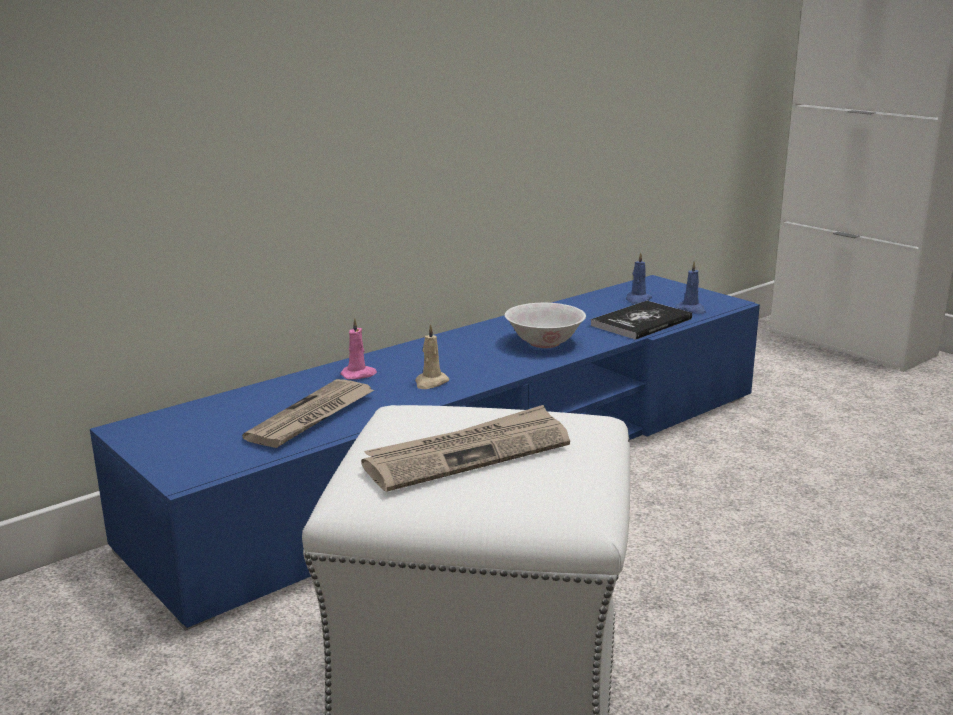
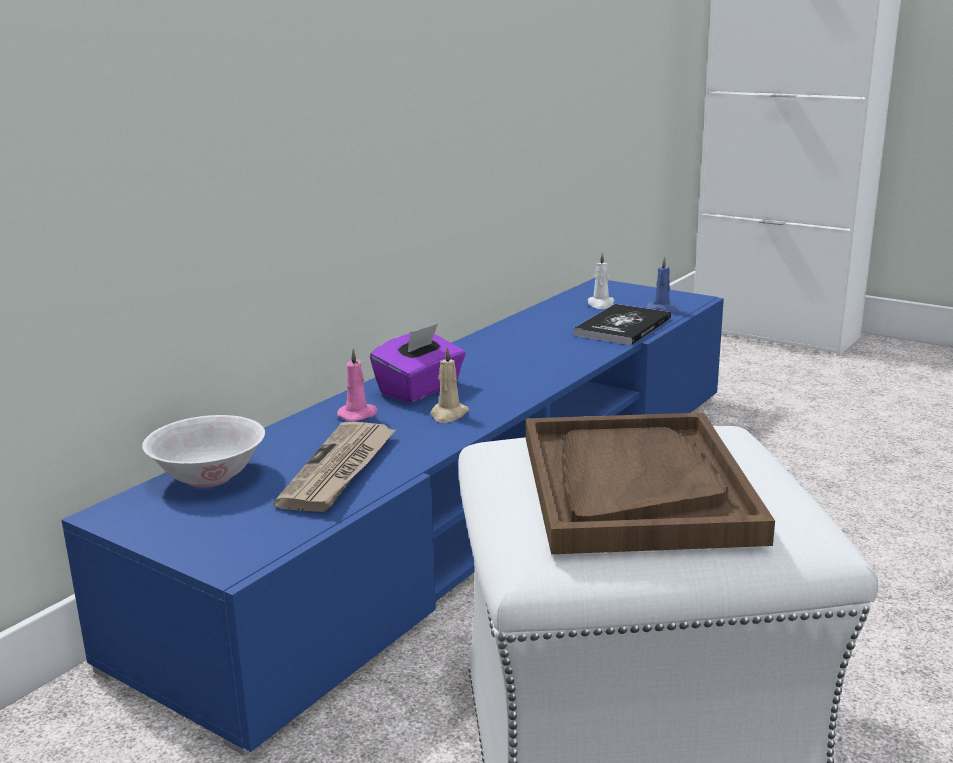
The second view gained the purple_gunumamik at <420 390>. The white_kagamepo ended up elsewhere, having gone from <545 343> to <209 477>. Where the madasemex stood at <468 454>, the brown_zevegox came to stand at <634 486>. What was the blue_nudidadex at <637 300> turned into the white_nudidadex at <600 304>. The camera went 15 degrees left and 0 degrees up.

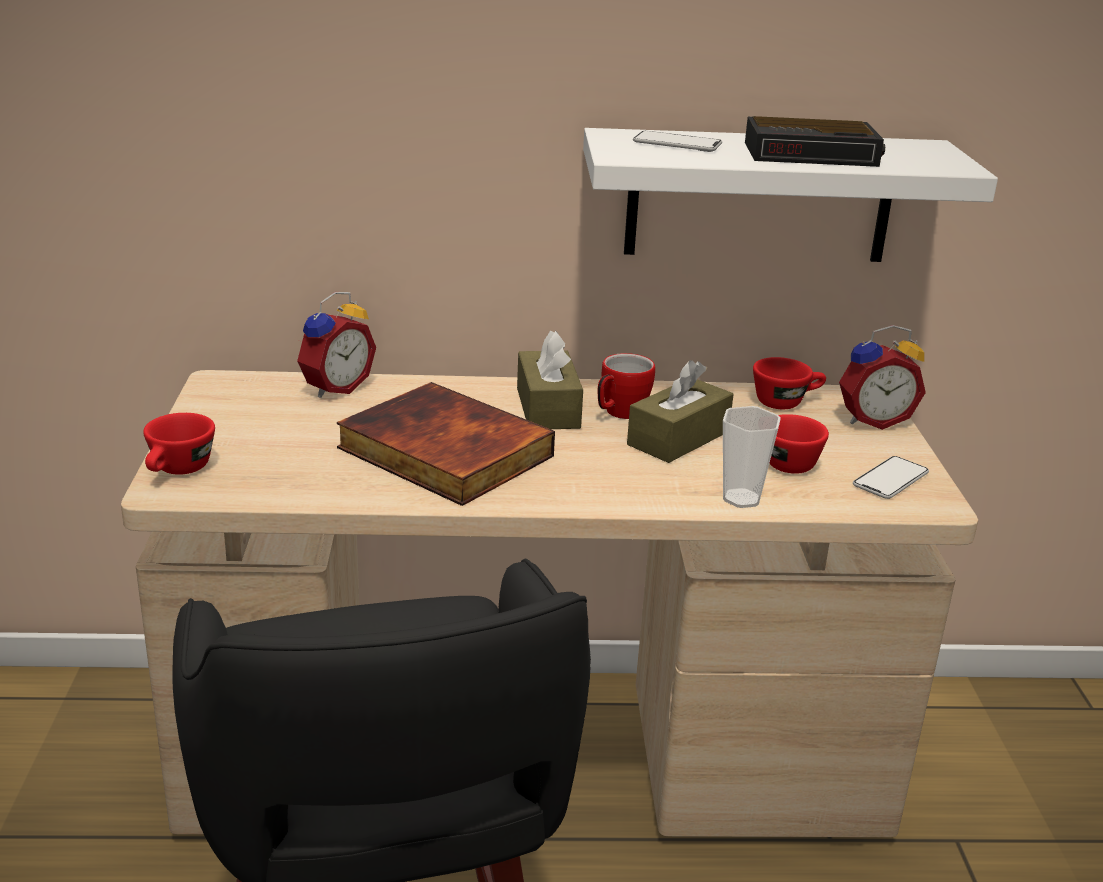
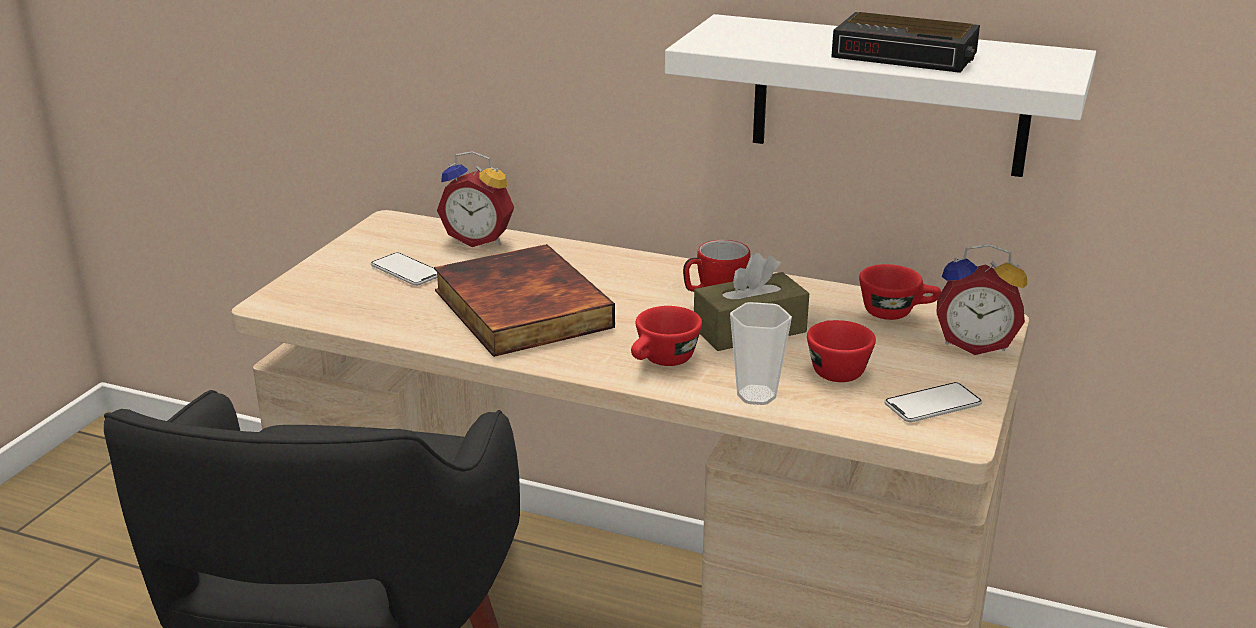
The second view lost the brown_gunumamik at <548 408>. The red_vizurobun ended up elsewhere, having gone from <178 471> to <662 361>. The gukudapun ended up elsewhere, having gone from <677 143> to <406 271>. The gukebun at <334 388> ended up facing another way, 45 degrees clockwise from before. The camera went 25 degrees right and 0 degrees up.

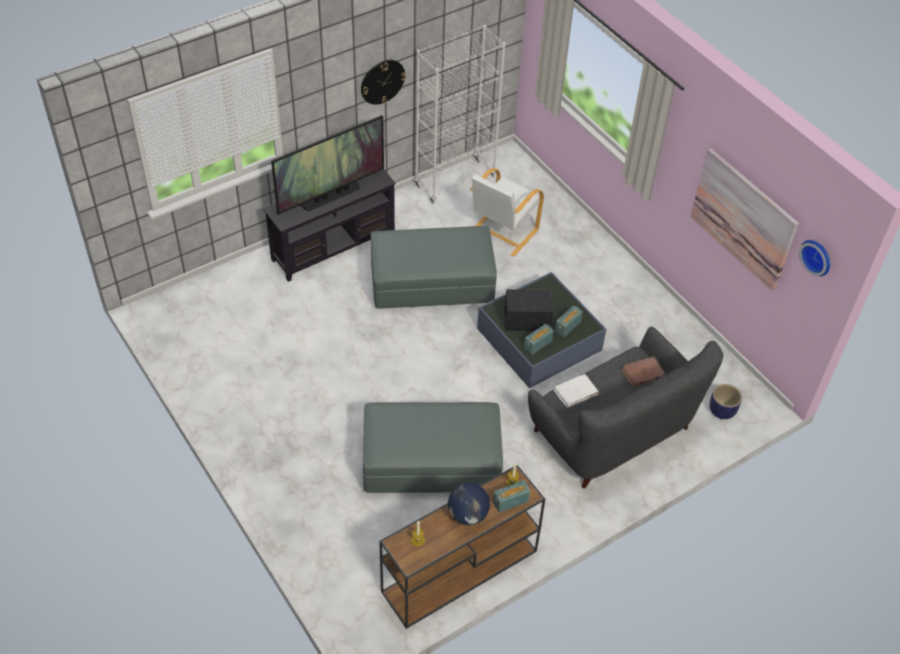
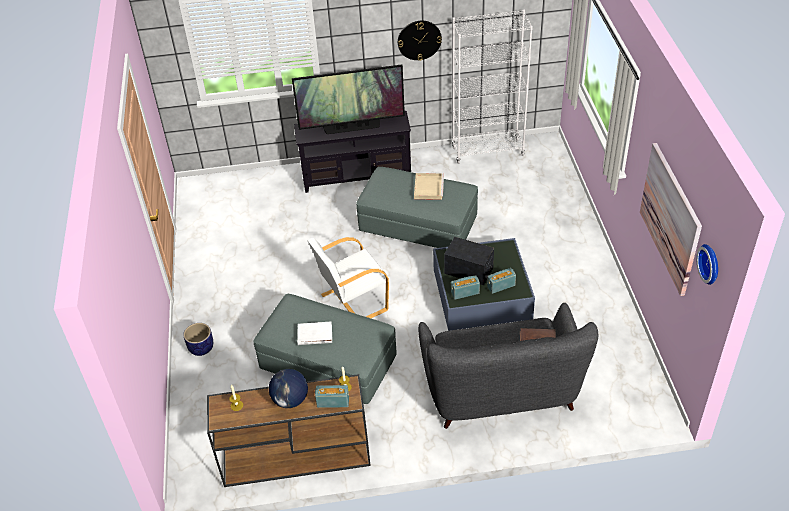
The second view gained the beige_zevegox at <428 187>. The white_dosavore ended up elsewhere, having gone from <502 232> to <353 302>. The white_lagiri ended up elsewhere, having gone from <575 392> to <314 335>. The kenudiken ended up elsewhere, having gone from <721 411> to <201 348>. The camera went 30 degrees right and 5 degrees down.

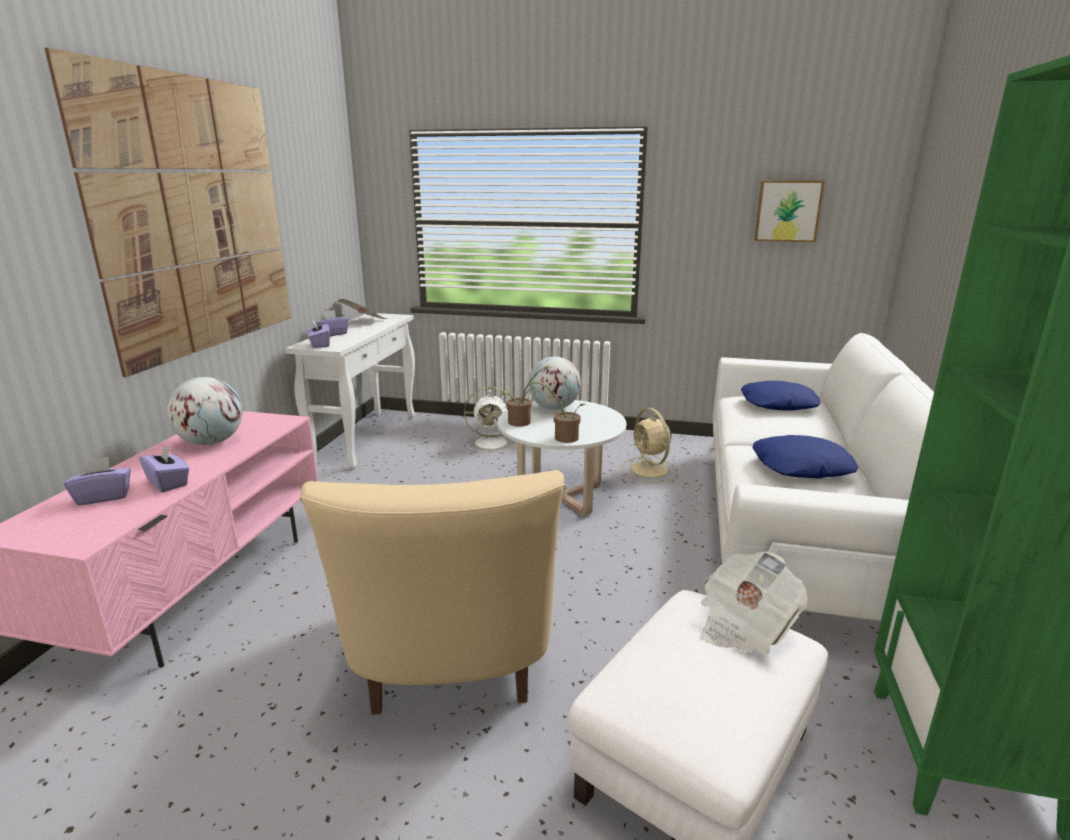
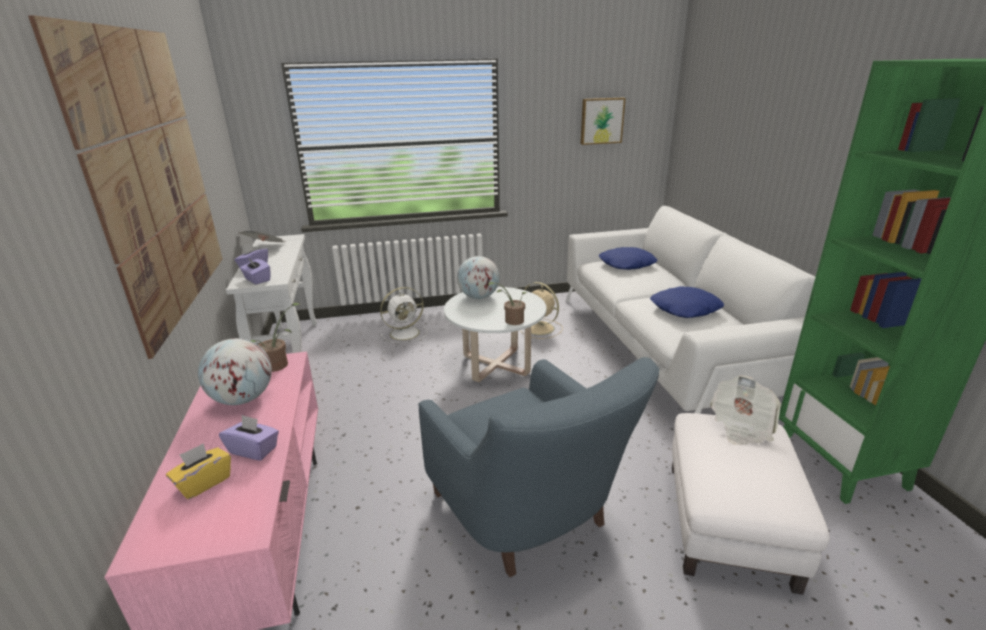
The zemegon ended up elsewhere, having gone from <523 422> to <279 364>. What was the purple_gunumamik at <104 497> turned into the yellow_gunumamik at <204 482>. What was the beige_dosavore at <450 662> turned into the blue_dosavore at <530 517>. The camera went 25 degrees left and 5 degrees up.

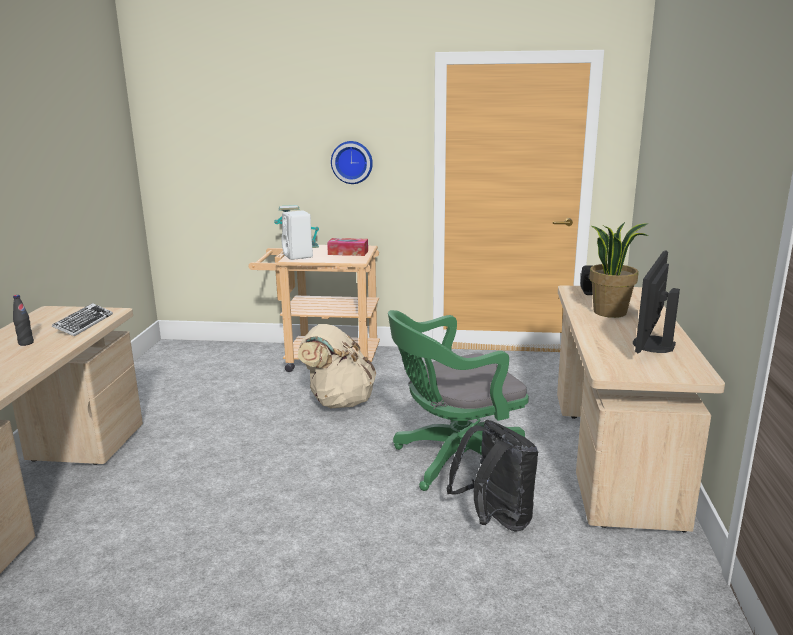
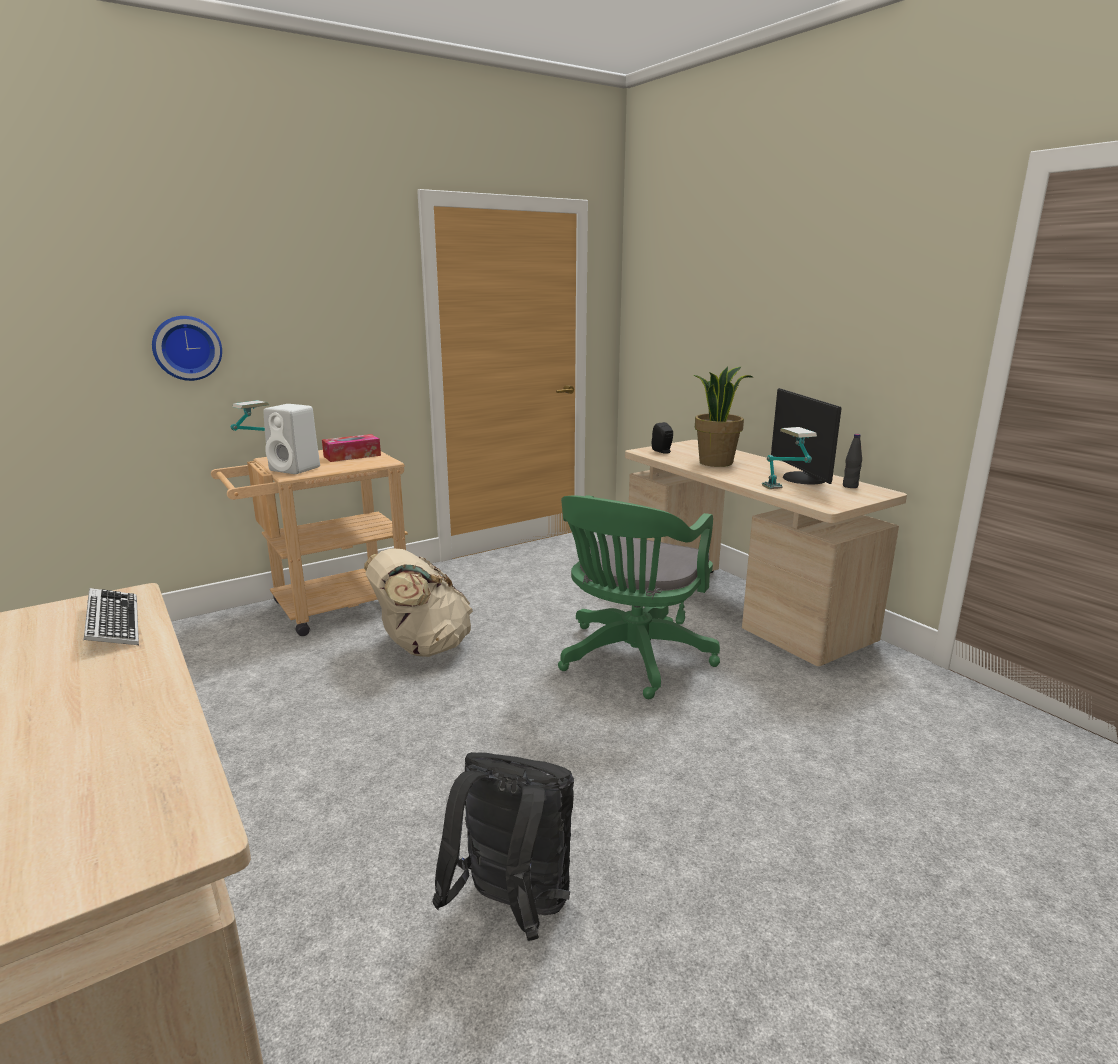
The second view gained the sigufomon at <785 493>. The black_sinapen ended up elsewhere, having gone from <26 343> to <850 486>. The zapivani ended up elsewhere, having gone from <352 162> to <186 348>. The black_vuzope ended up elsewhere, having gone from <495 520> to <512 908>. The camera went 40 degrees left and 0 degrees up.

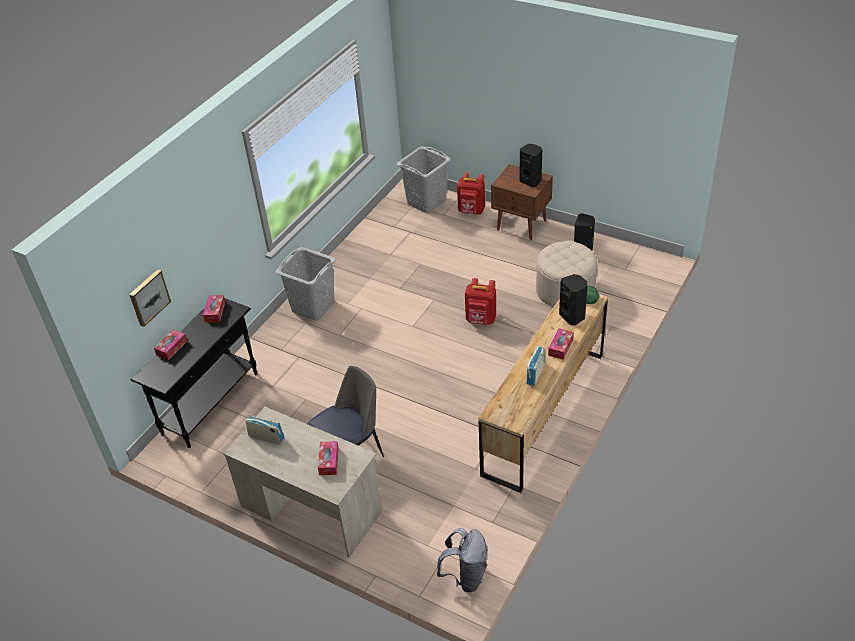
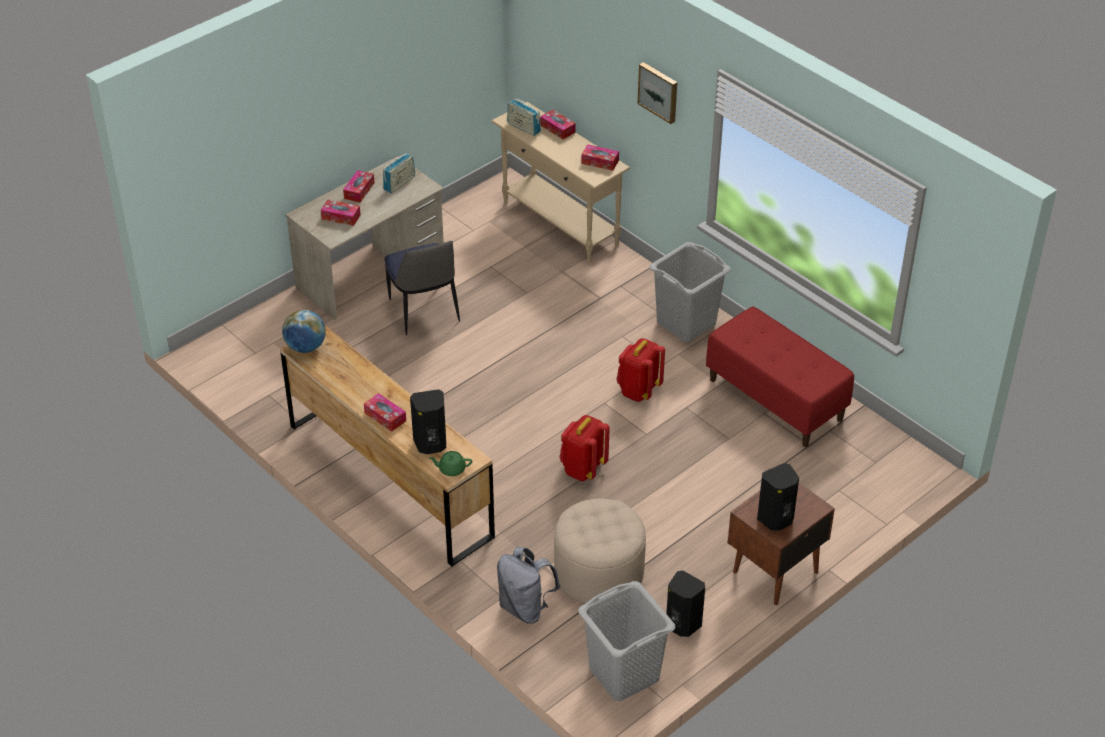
The second view gained the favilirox at <306 347>. The second view gained the gunumamik at <359 190>. The second view gained the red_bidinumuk at <776 399>. The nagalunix ended up elsewhere, having gone from <148 297> to <659 92>. The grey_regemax ended up elsewhere, having gone from <427 202> to <623 674>. The grey_vuzope ended up elsewhere, having gone from <466 576> to <525 607>. The red_vuzope ended up elsewhere, having gone from <471 211> to <638 390>. The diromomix ended up elsewhere, having gone from <535 374> to <523 127>. What was the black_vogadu at <211 403> turned into the beige_vogadu at <560 224>. The camera went 105 degrees right and 0 degrees up.

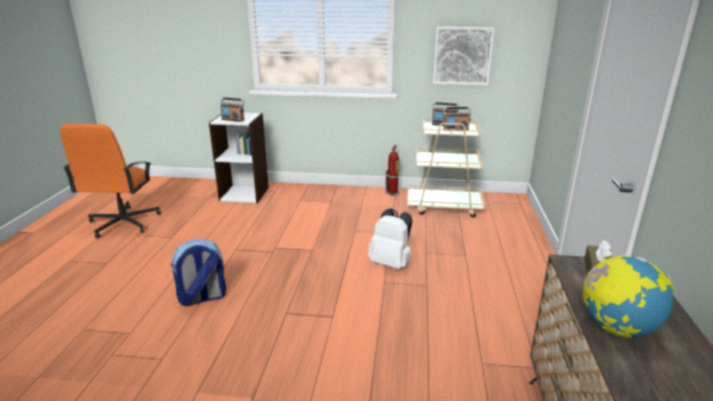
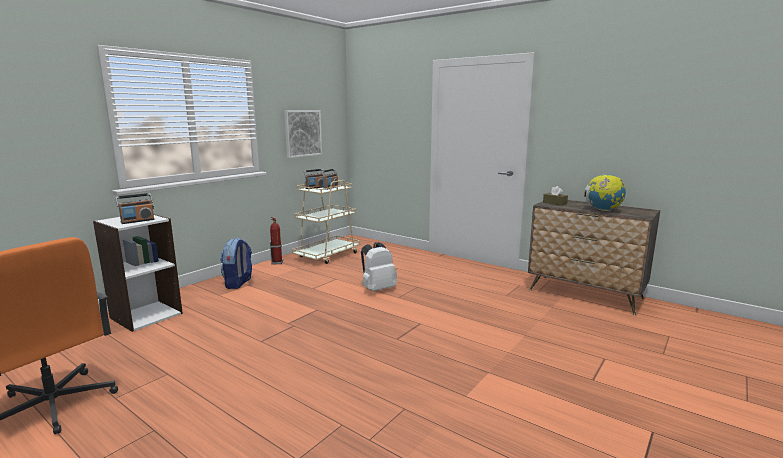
The vuzope ended up elsewhere, having gone from <202 298> to <238 283>. The camera went 60 degrees left and 10 degrees down.

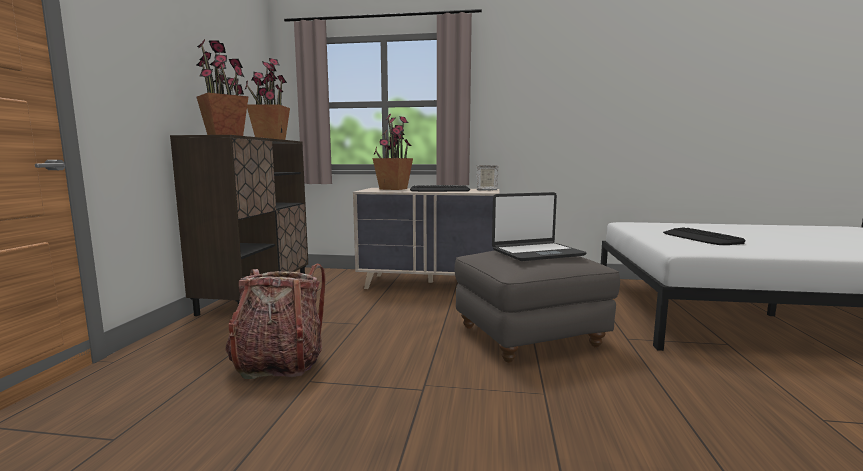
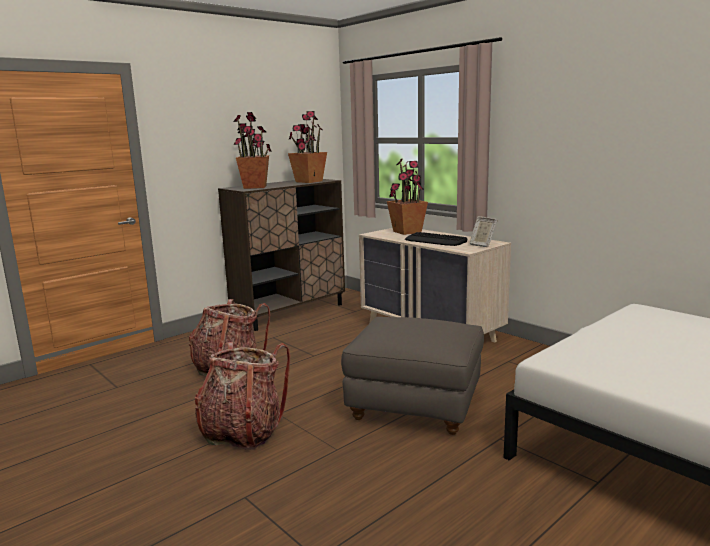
The second view lost the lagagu at <536 253>. The second view lost the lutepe at <701 238>. The second view gained the vuzope at <243 432>. The camera went 40 degrees right and 5 degrees up.

